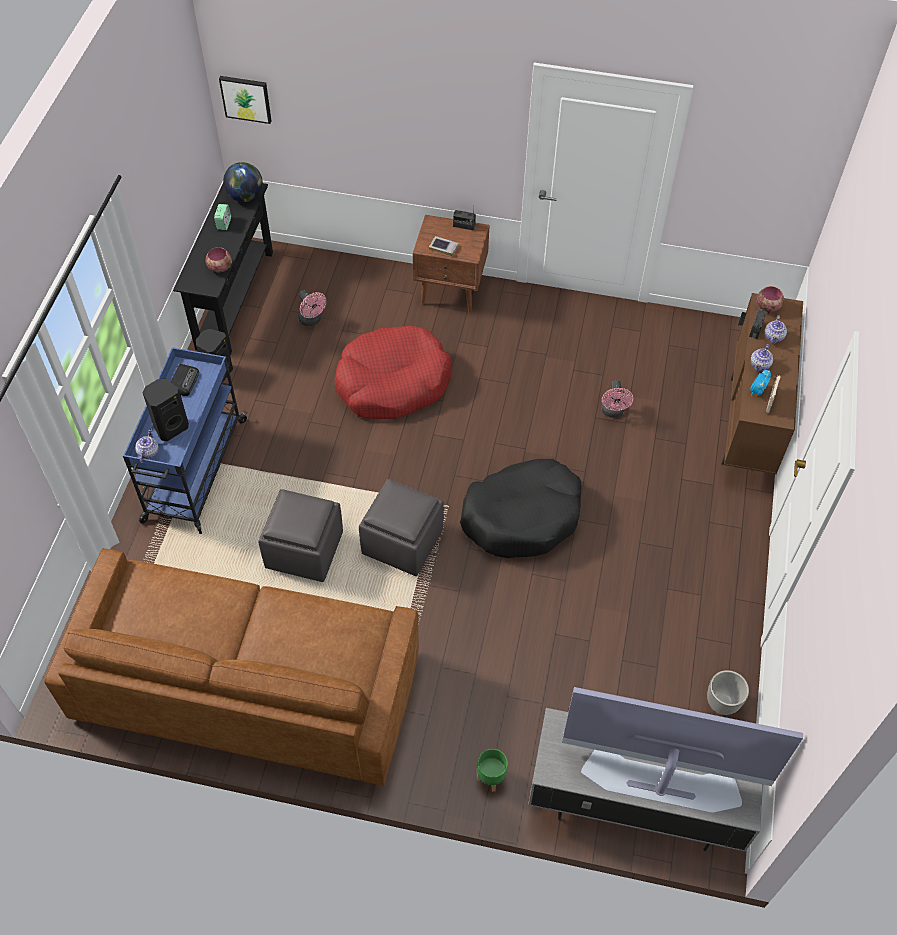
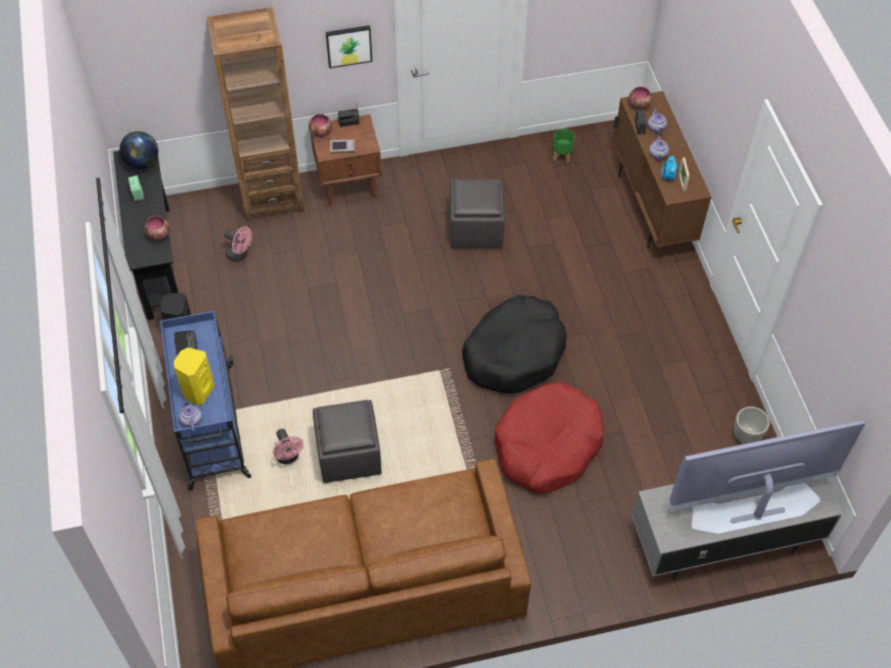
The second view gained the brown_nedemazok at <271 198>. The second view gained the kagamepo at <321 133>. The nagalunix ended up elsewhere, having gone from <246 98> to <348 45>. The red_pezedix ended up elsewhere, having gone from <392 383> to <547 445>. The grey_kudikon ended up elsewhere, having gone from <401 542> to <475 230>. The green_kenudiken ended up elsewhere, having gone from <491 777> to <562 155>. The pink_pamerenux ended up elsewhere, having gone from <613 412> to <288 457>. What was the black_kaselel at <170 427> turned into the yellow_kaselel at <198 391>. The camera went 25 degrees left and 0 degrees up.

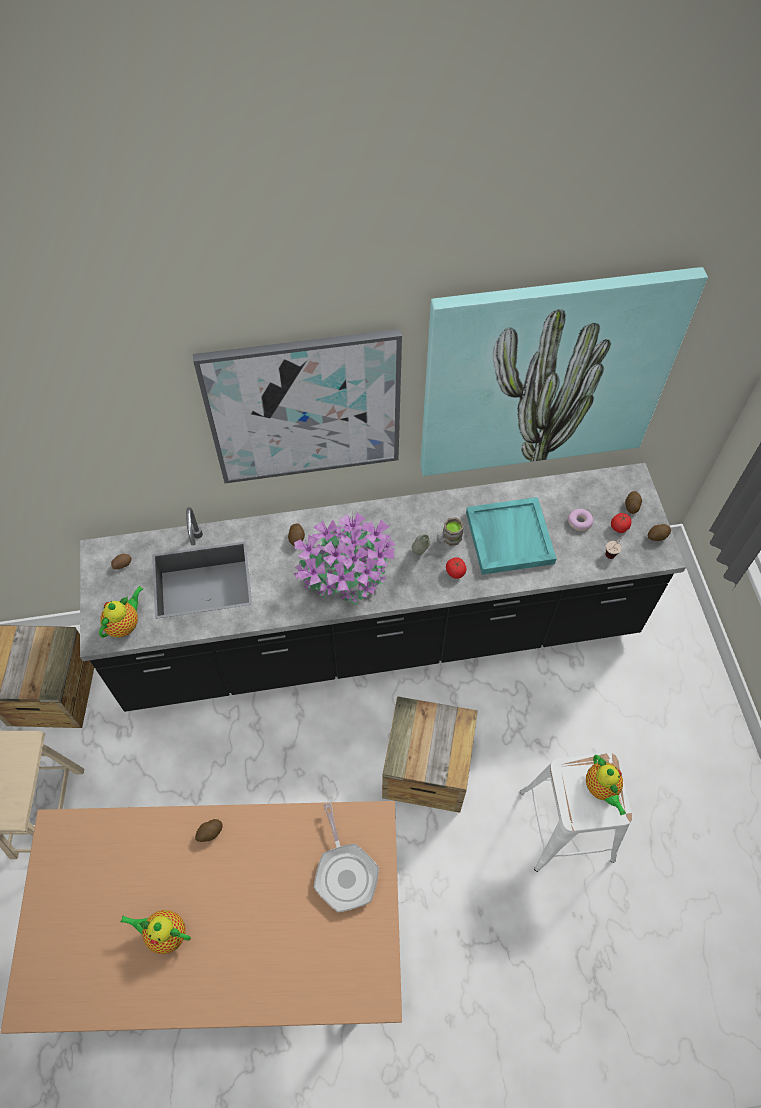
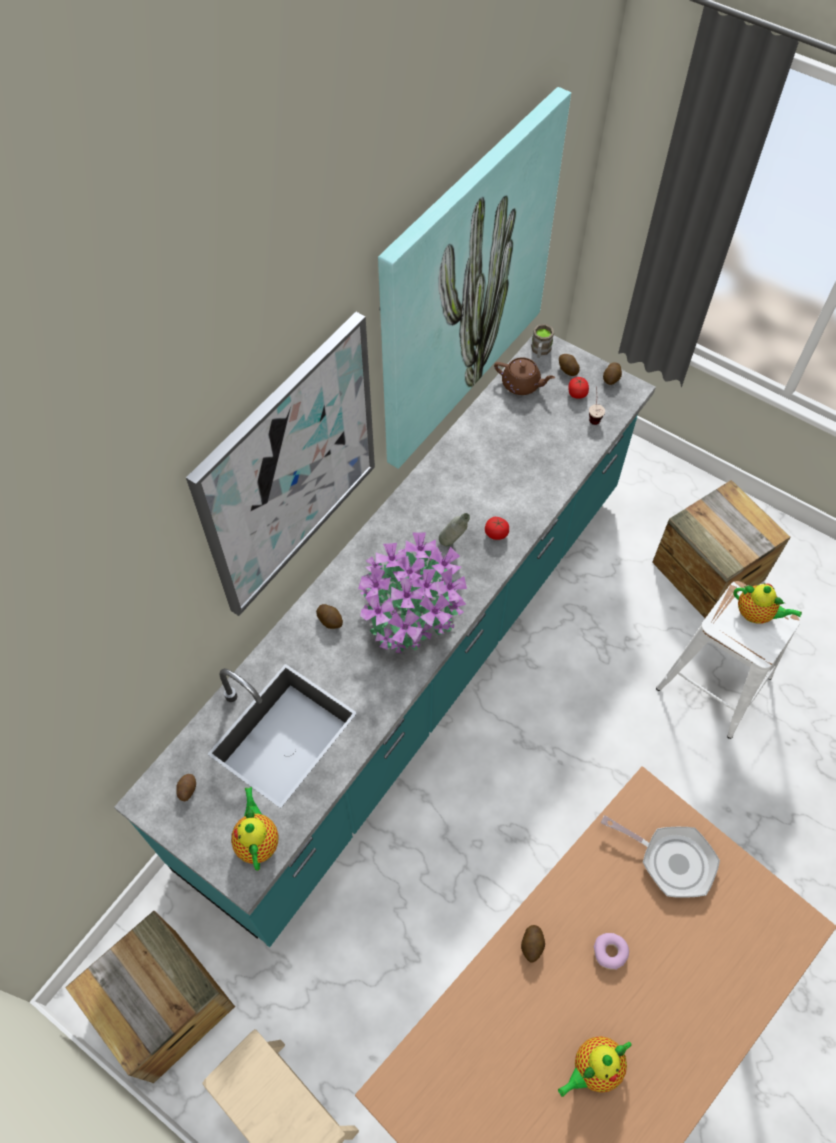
The second view lost the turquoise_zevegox at <508 537>. The second view gained the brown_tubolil at <521 384>. The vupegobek ended up elsewhere, having gone from <427 767> to <708 571>. The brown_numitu ended up elsewhere, having gone from <448 539> to <540 351>. The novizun ended up elsewhere, having gone from <579 522> to <610 952>. What was the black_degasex at <380 635> turned into the turquoise_degasex at <418 666>. The camera went 45 degrees left and 0 degrees up.

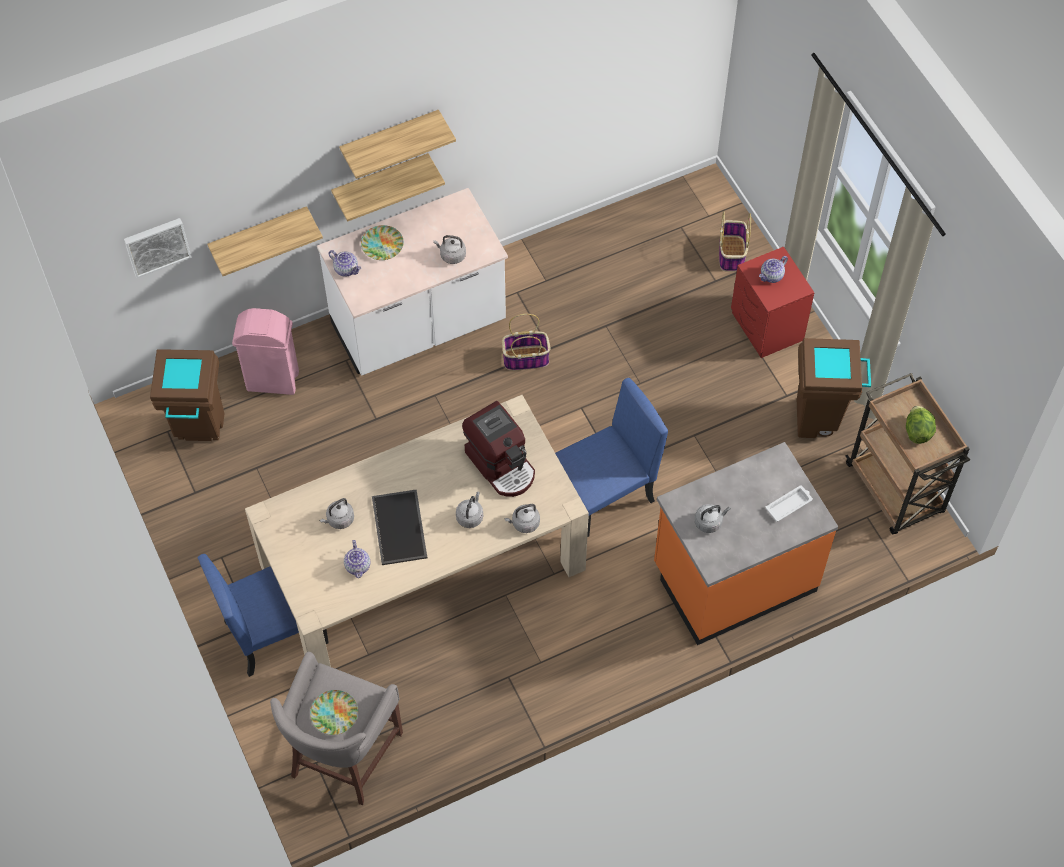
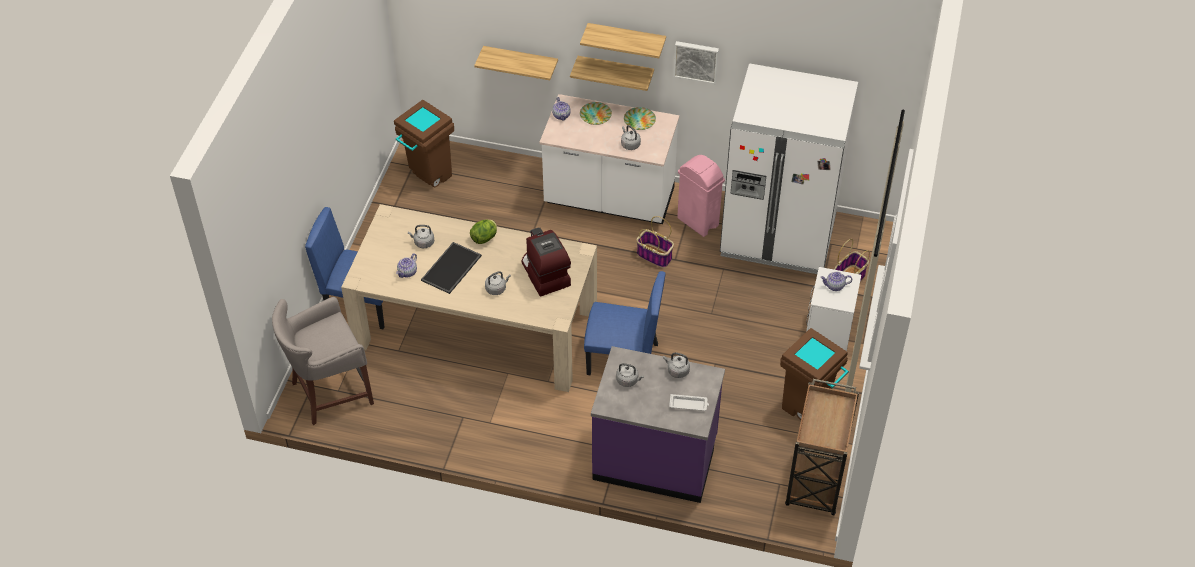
The second view gained the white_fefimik at <778 235>. The nagalunix ended up elsewhere, having gone from <156 245> to <696 61>. The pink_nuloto ended up elsewhere, having gone from <272 380> to <697 221>. The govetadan ended up elsewhere, having gone from <334 714> to <639 120>. The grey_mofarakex ended up elsewhere, having gone from <524 523> to <677 371>. The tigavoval ended up elsewhere, having gone from <917 431> to <484 238>. What was the orange_degasex at <733 577> turned into the purple_degasex at <655 458>. What was the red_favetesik at <766 328> turned into the white_favetesik at <827 334>. The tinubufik at <502 464> ended up facing another way, 150 degrees clockwise from before. The camera went 40 degrees right and 10 degrees down.

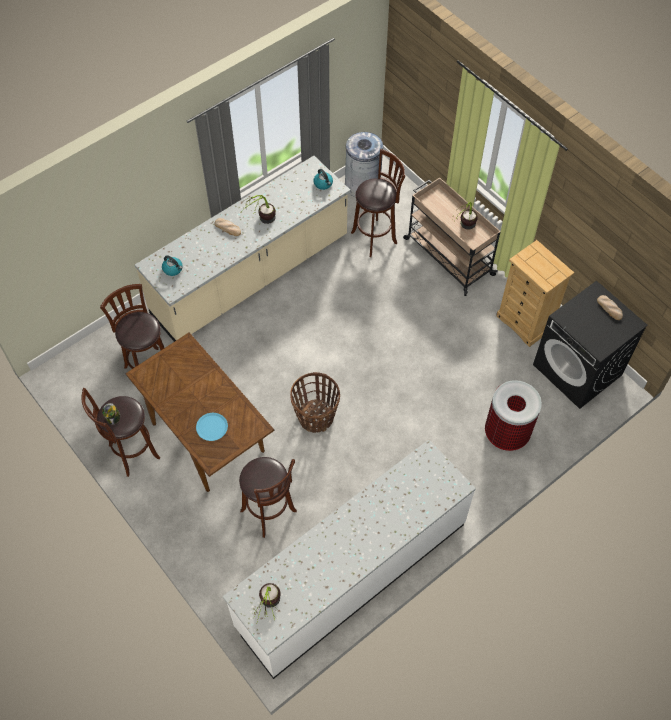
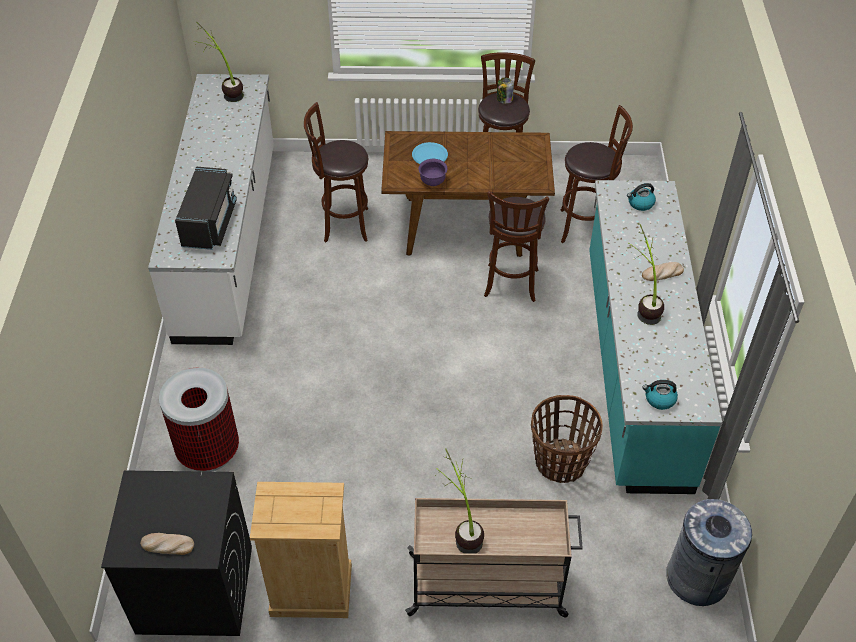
The second view gained the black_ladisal at <209 223>. The second view gained the purple_kagamepo at <432 182>. The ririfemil ended up elsewhere, having gone from <316 417> to <560 462>. The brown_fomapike ended up elsewhere, having gone from <376 236> to <511 285>. What was the beige_degasex at <251 276> turned into the turquoise_degasex at <634 366>. The camera went 130 degrees right and 10 degrees down.

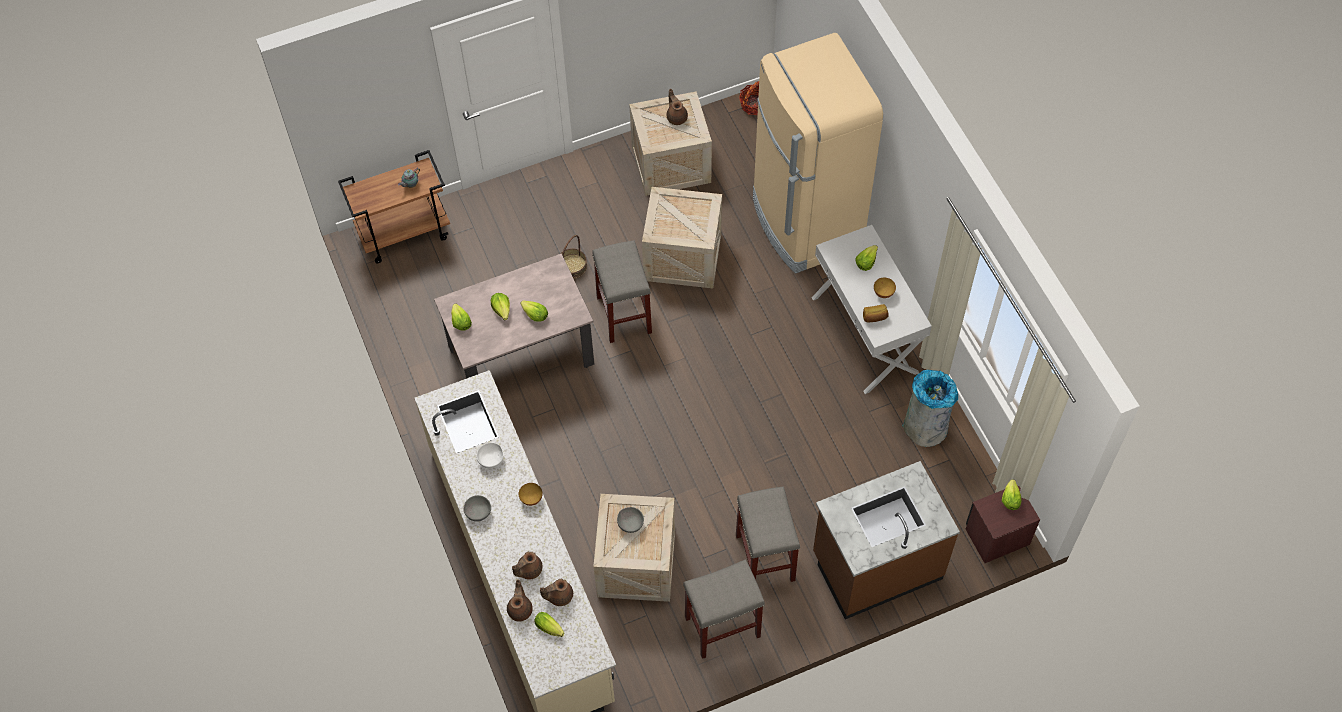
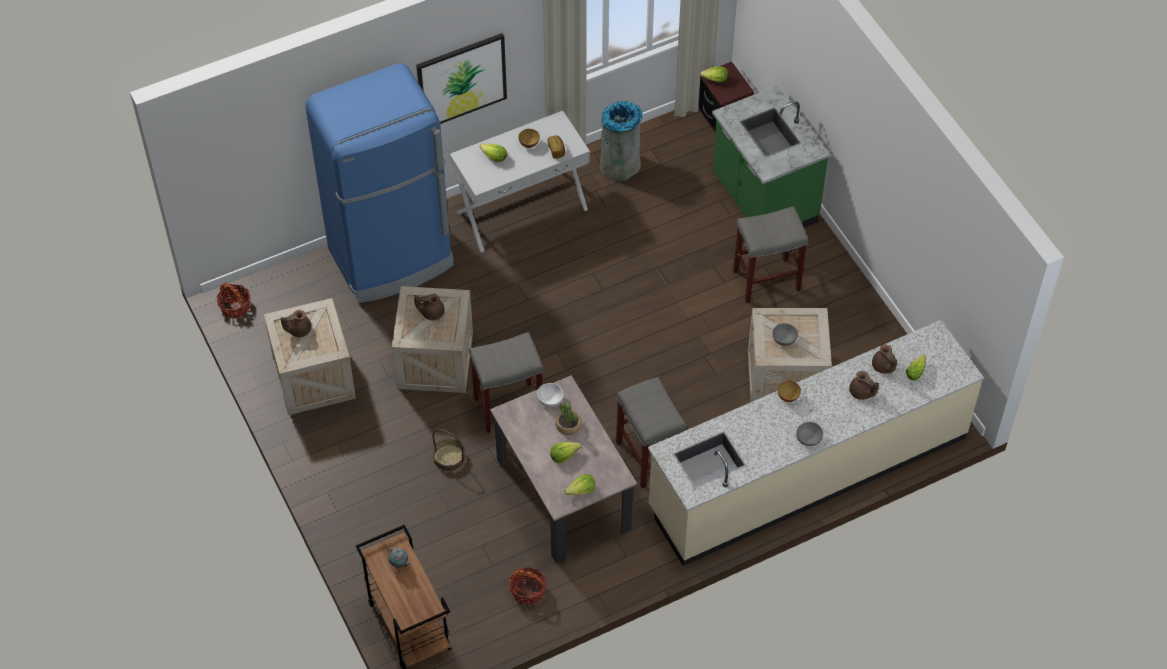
The second view gained the nagalunix at <461 80>. The second view gained the ririfemil at <528 591>. The white_kagamepo ended up elsewhere, having gone from <492 460> to <550 399>. The brown_tubolil ended up elsewhere, having gone from <520 609> to <431 312>. The grey_fomapike ended up elsewhere, having gone from <721 627> to <650 457>. Where the tigavoval stood at <535 315>, the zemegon came to stand at <568 425>. What was the beige_fefimik at <805 224> turned into the blue_fefimik at <392 259>. What was the brown_degasex at <876 565> turned into the green_degasex at <762 200>. The camera went 95 degrees left and 5 degrees down.

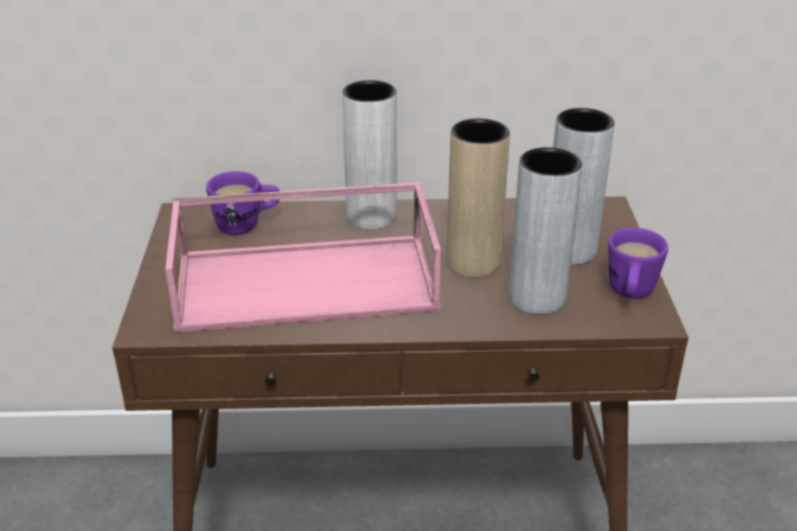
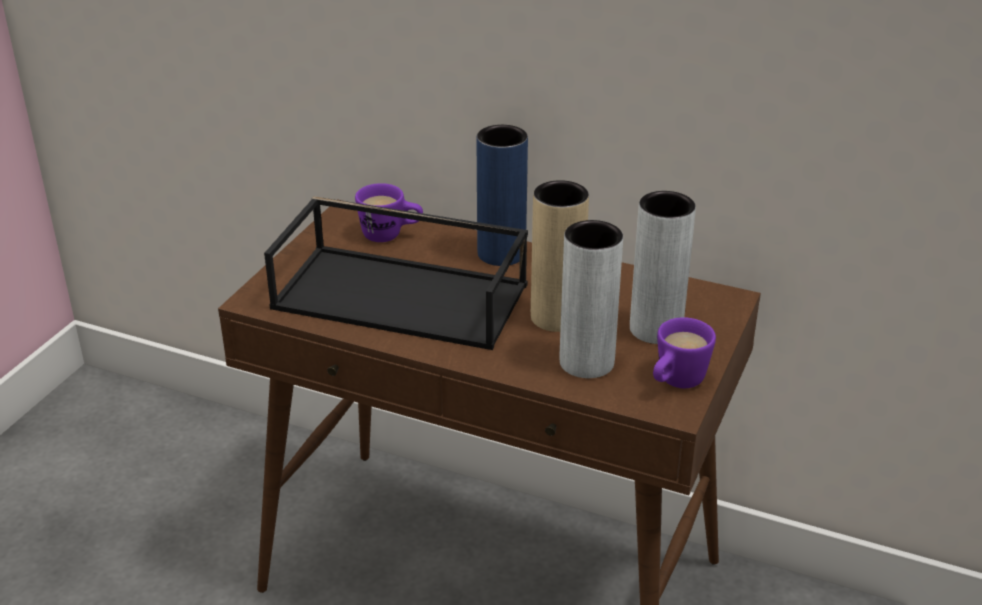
What was the pink_zevegox at <308 281> turned into the black_zevegox at <403 296>. What was the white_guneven at <371 217> turned into the blue_guneven at <501 254>. The camera went 25 degrees right and 0 degrees up.

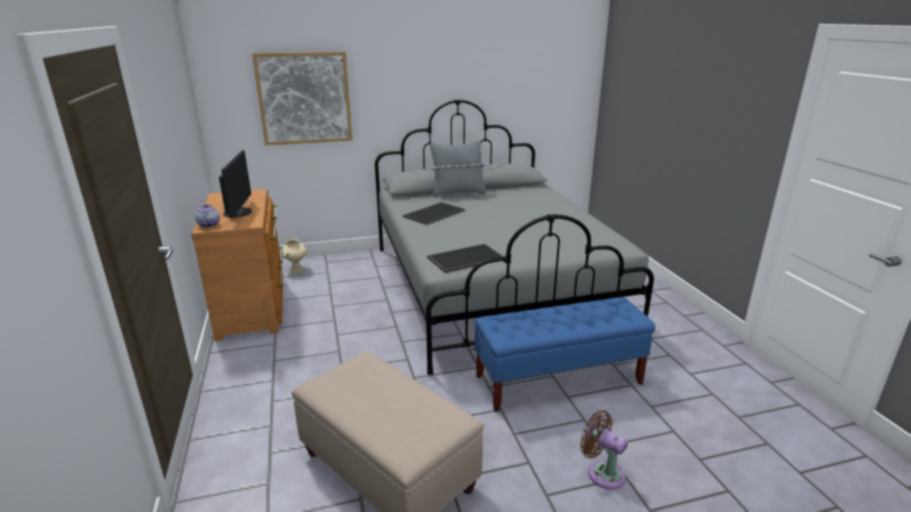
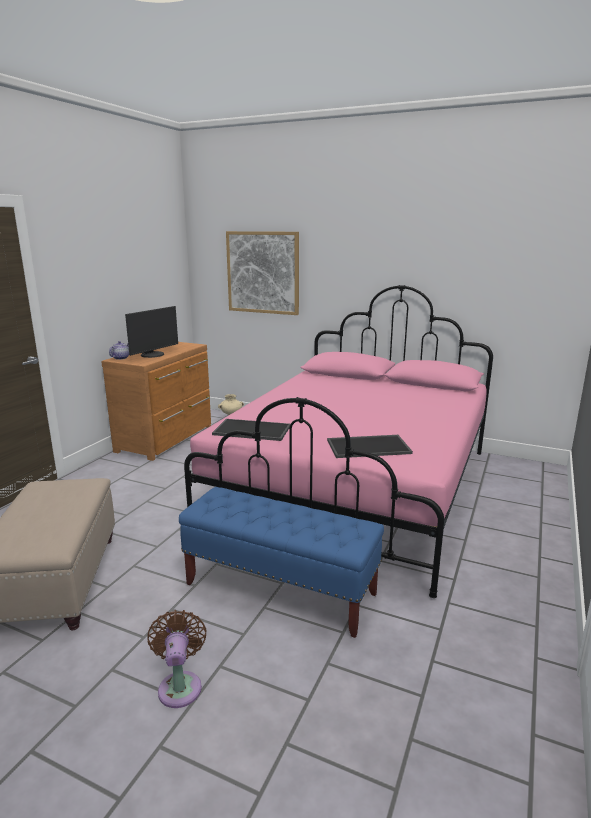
The second view lost the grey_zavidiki at <458 193>. The zevegox ended up elsewhere, having gone from <433 213> to <369 446>. What was the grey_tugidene at <491 288> turned into the pink_tugidene at <357 487>. The camera went 40 degrees right and 5 degrees down.

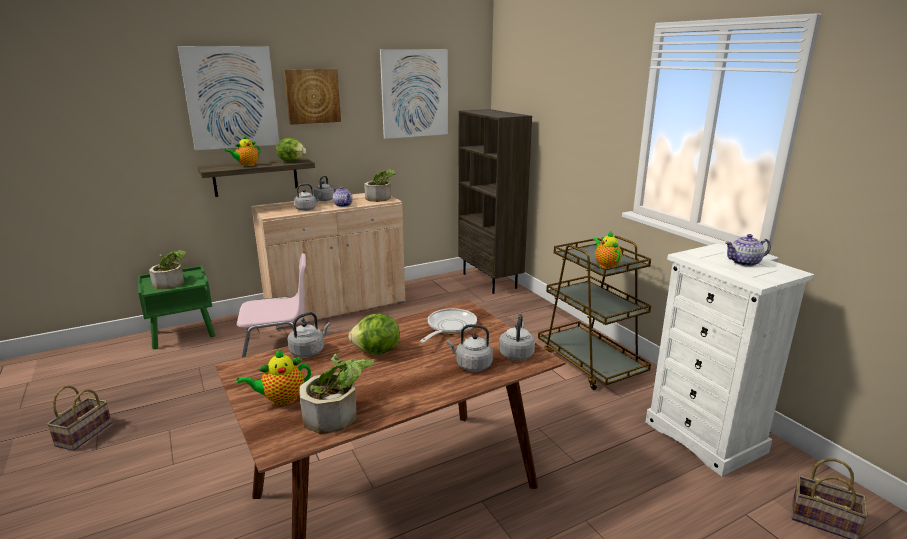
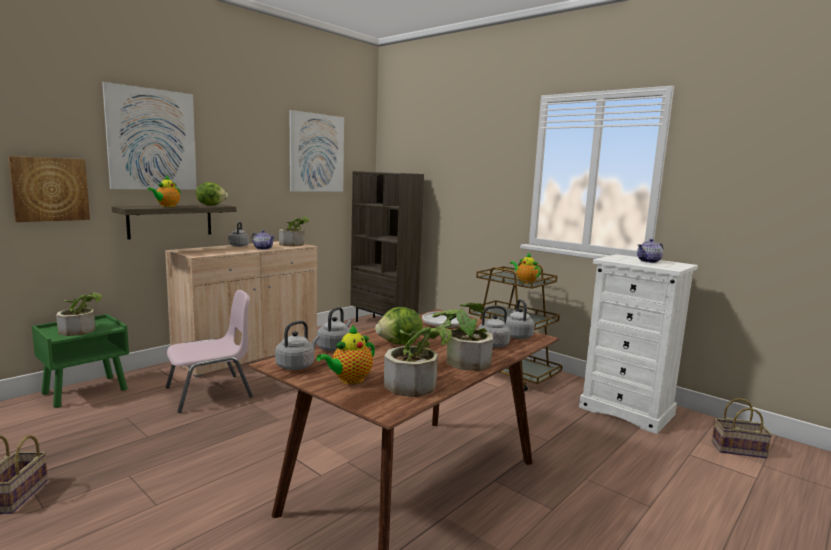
The second view gained the zemegon at <462 360>. The nagalunix ended up elsewhere, having gone from <312 96> to <50 189>. The grey_mofarakex ended up elsewhere, having gone from <307 209> to <297 365>. The camera went 20 degrees left and 10 degrees down.

